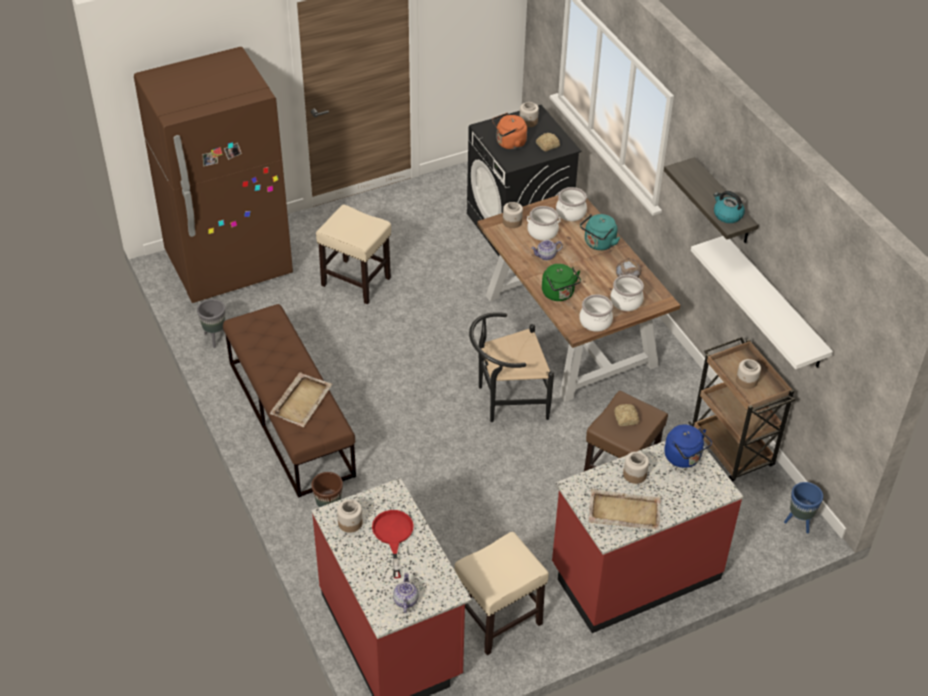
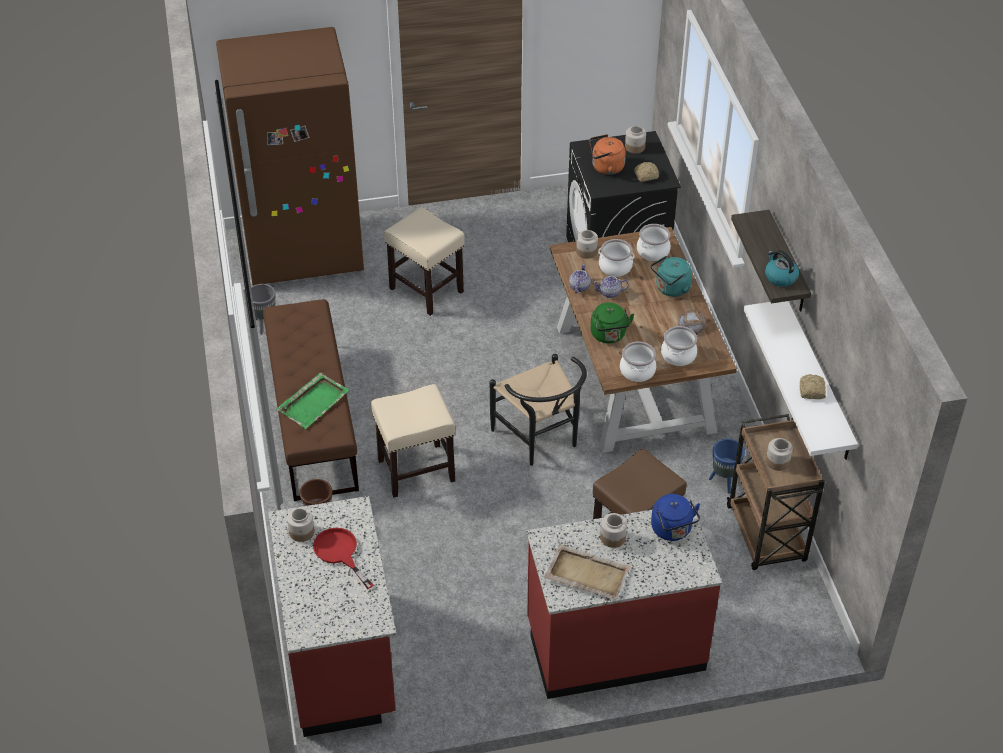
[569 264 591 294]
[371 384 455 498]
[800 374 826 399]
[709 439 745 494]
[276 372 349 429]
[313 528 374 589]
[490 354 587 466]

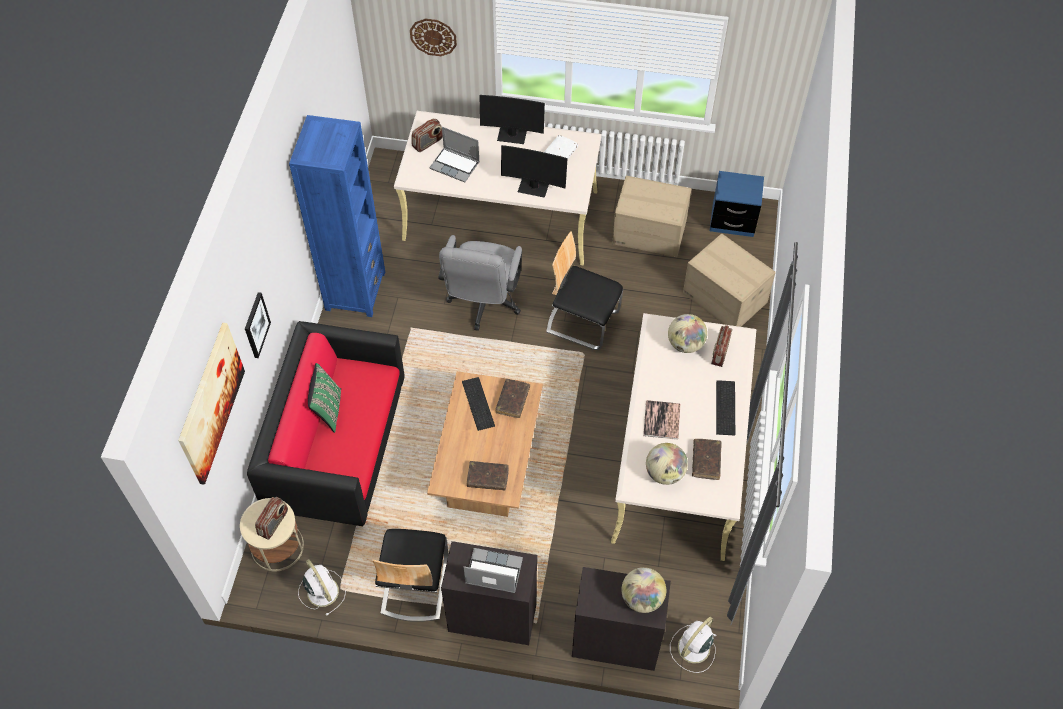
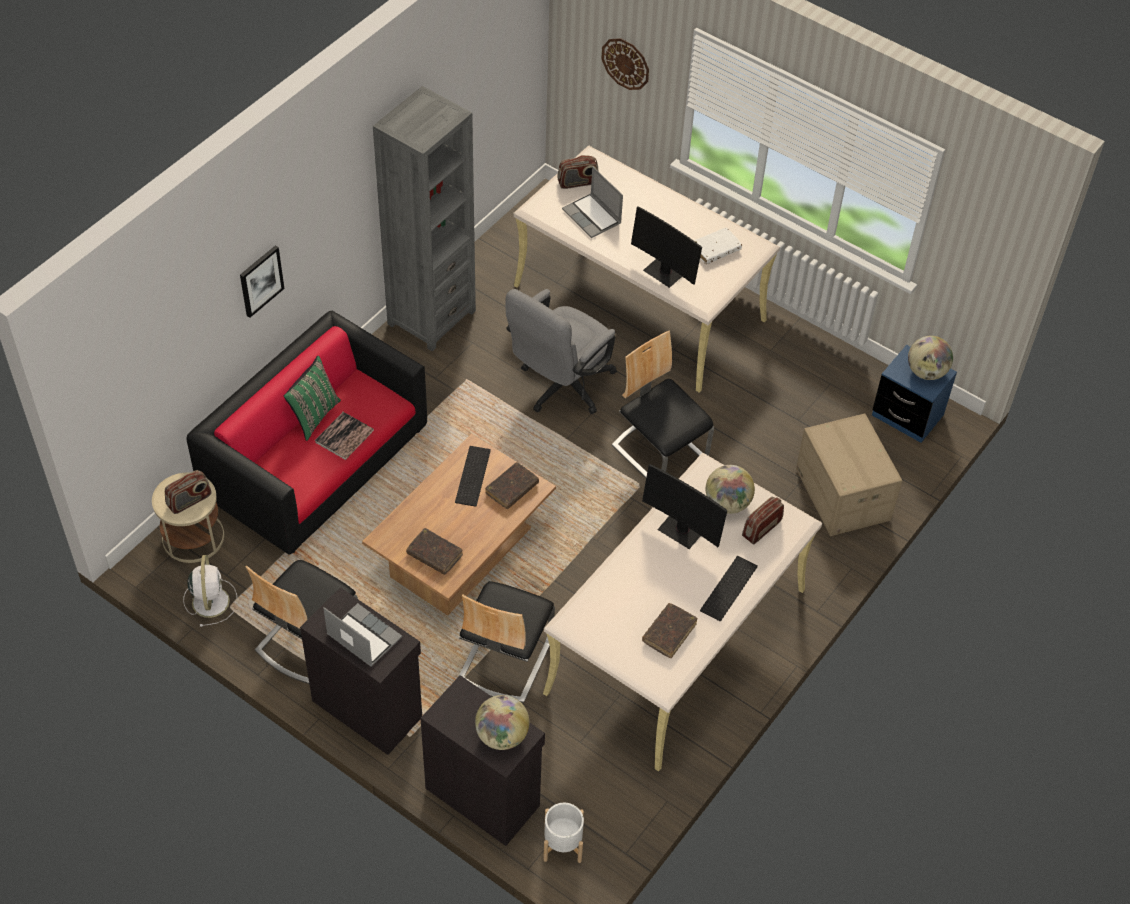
[178 323 245 485] (first image)
[612 176 691 257] (first image)
[458 581 555 703]
[642 464 727 549]
[315 412 374 460]
[908 336 953 380]
[543 803 584 863]
[373 86 476 351]

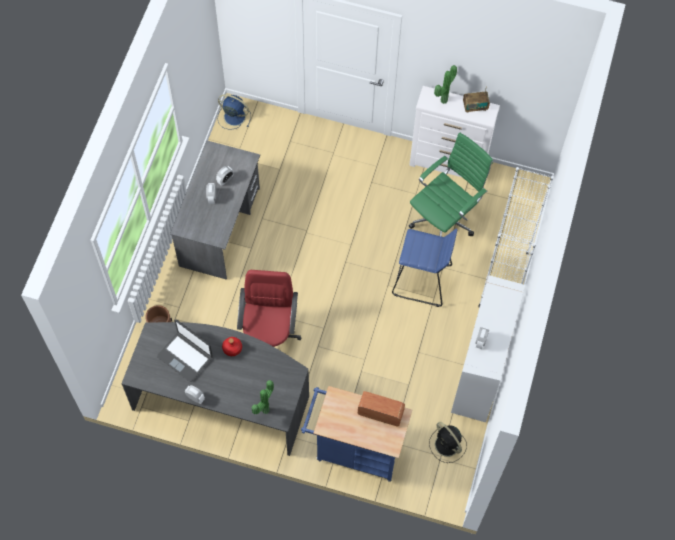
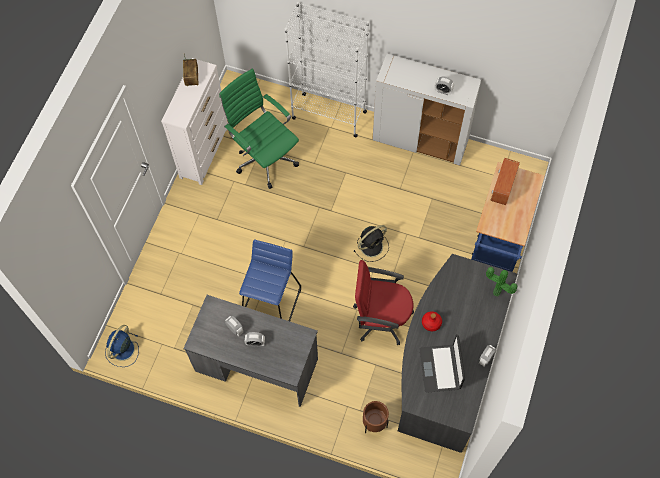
[434 65 457 104] (first image)
[239 239 301 321]
[353 225 389 262]
[420 334 465 393]

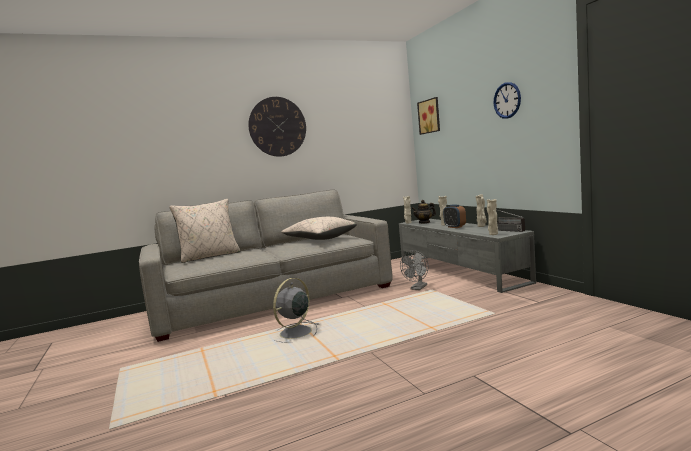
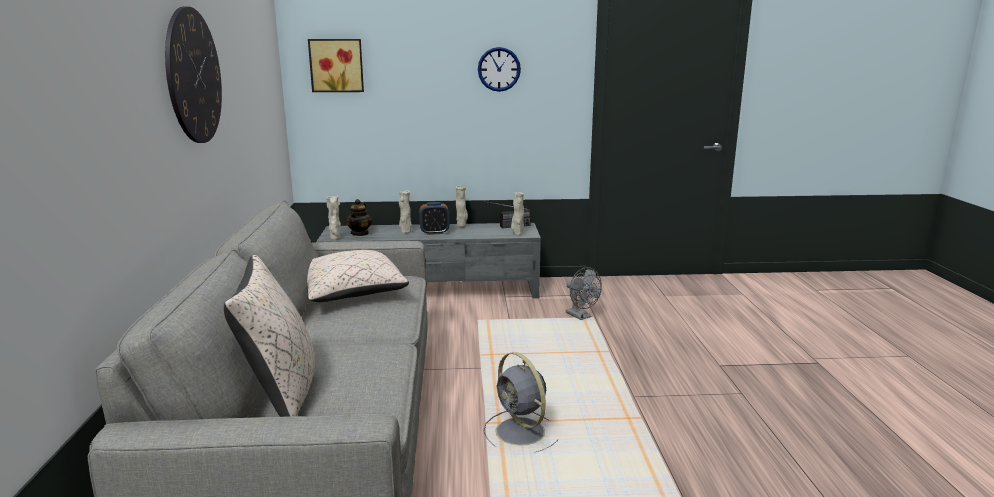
[566 267 602 320]

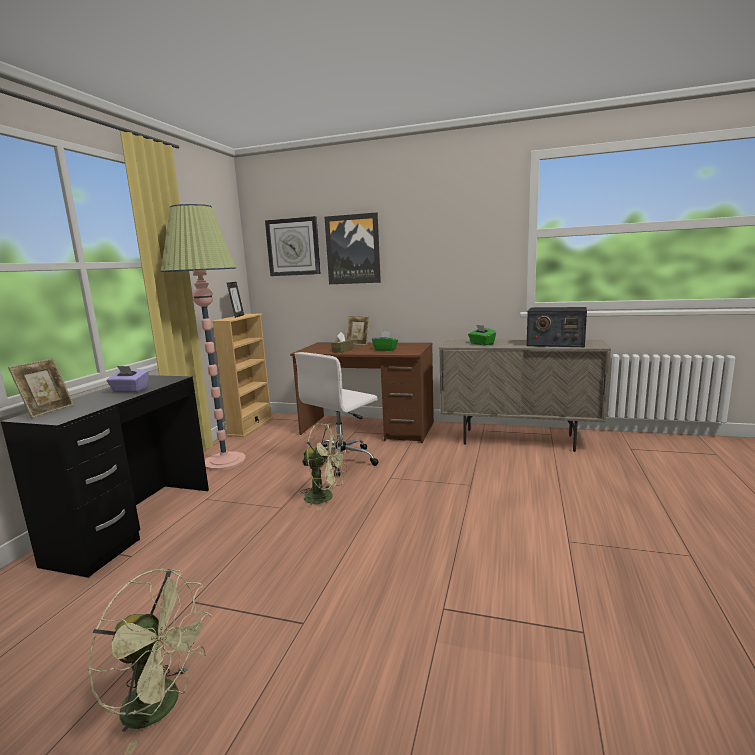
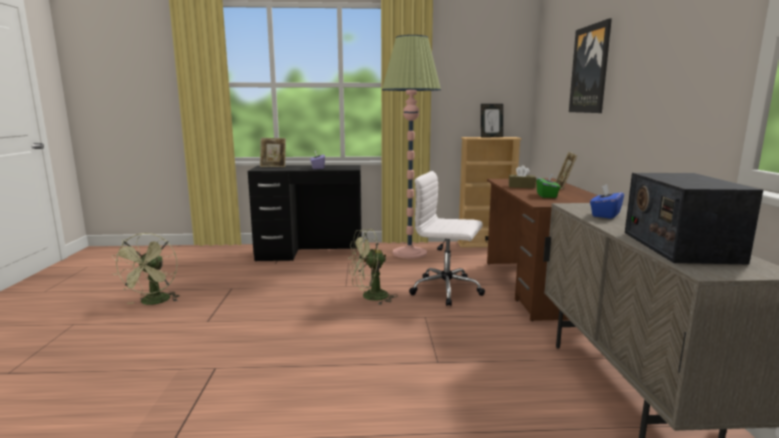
[265 216 321 276] (first image)
[590 184 624 219]
[348 229 398 305]

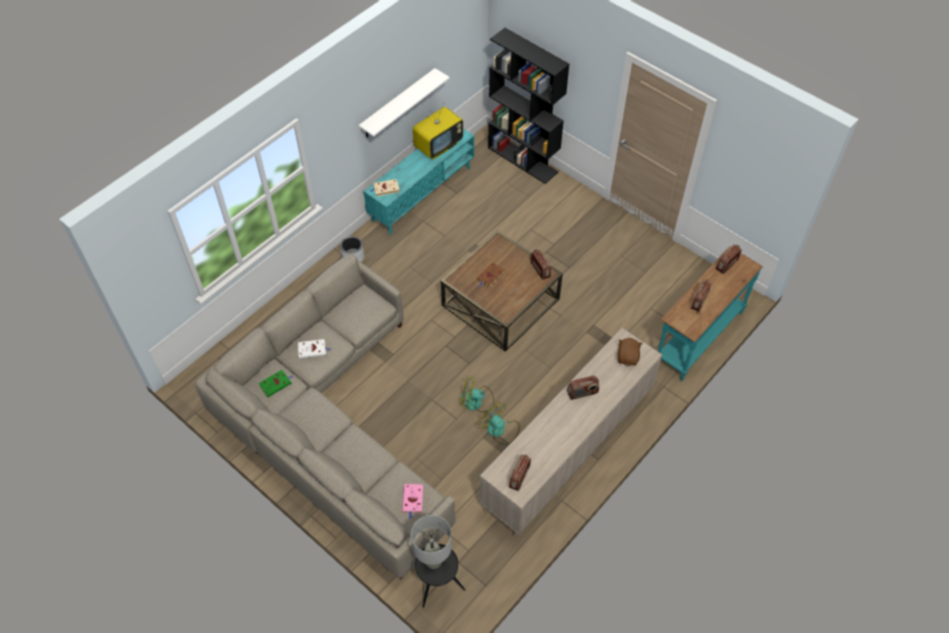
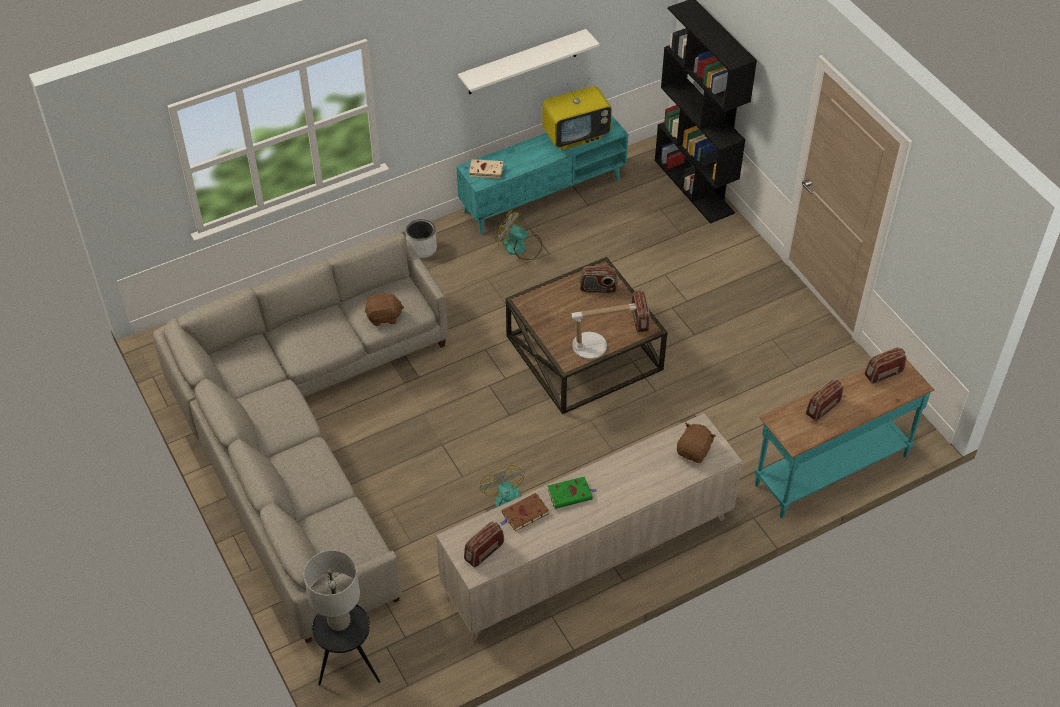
[298 339 331 359] (first image)
[402 484 423 519] (first image)
[365 290 404 326]
[571 303 636 359]
[548 476 597 509]
[496 209 542 260]
[500 493 549 531]
[579 266 618 293]

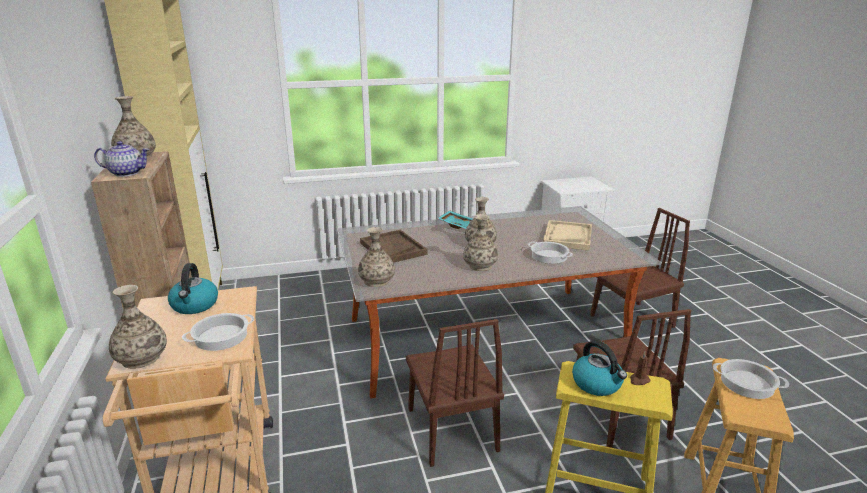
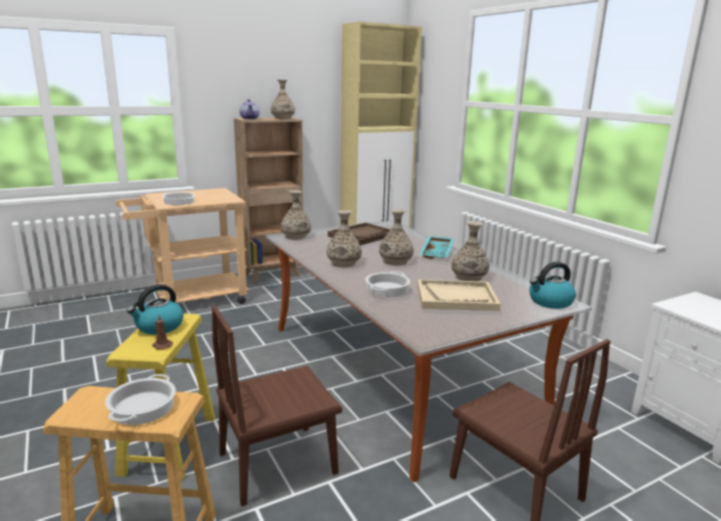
[406 319 504 467] (first image)
[451 221 489 281]
[529 262 576 309]

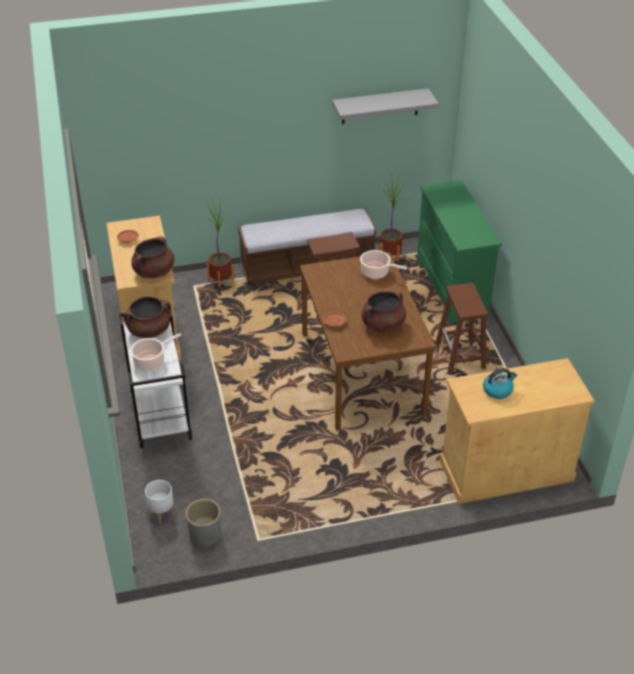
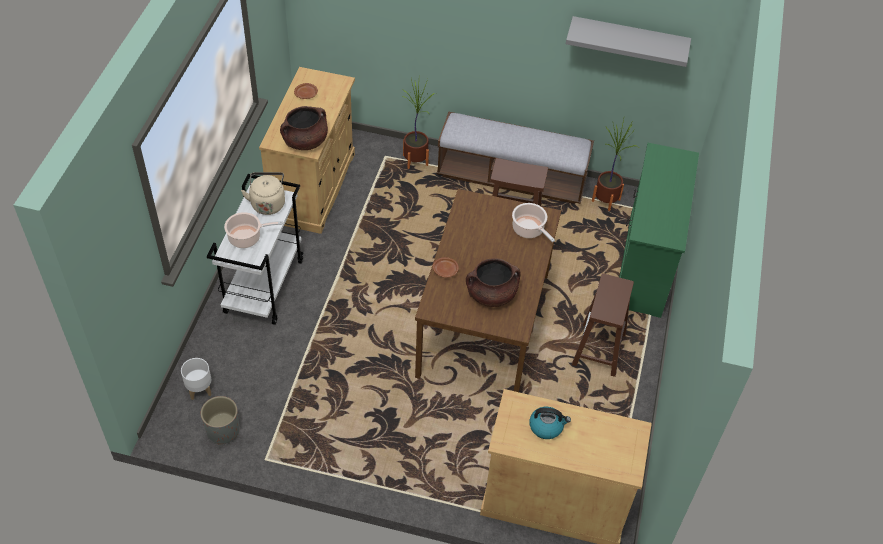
[241 172 285 215]

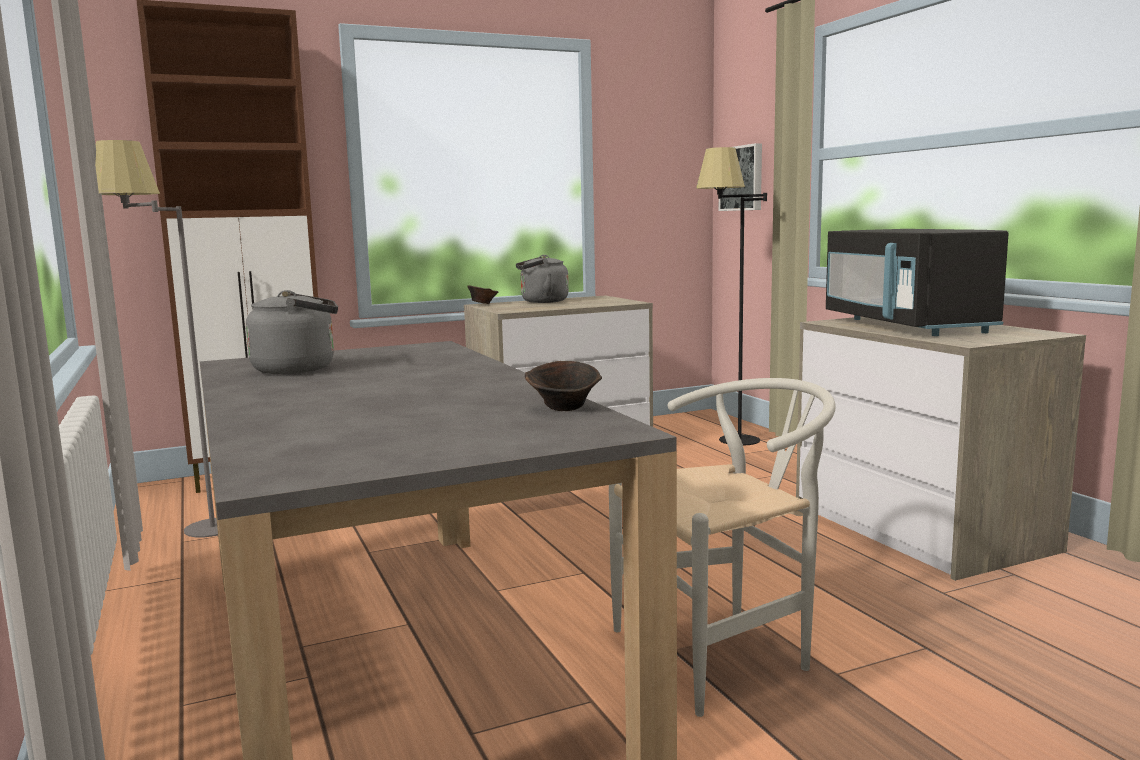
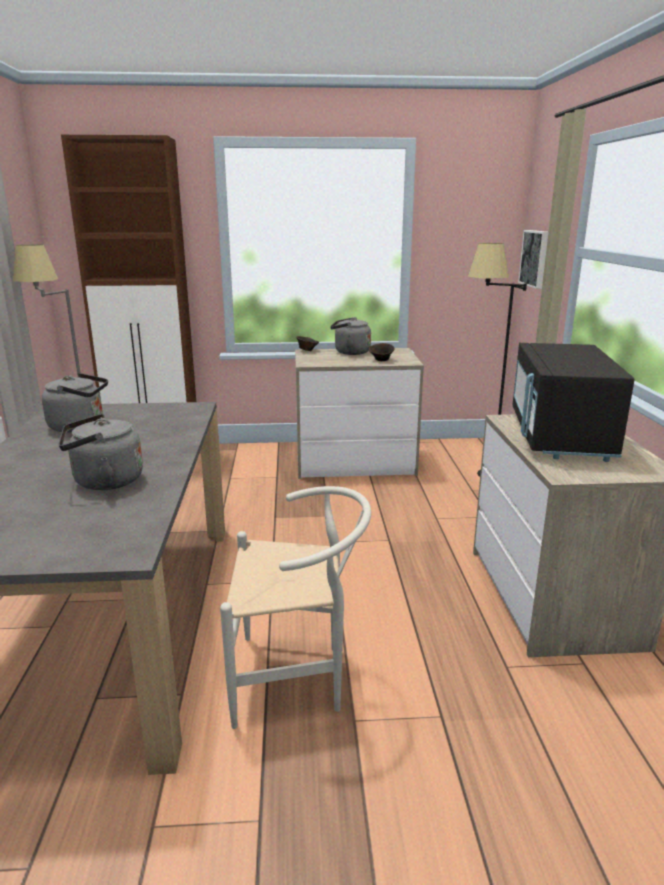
[59 414 143 490]
[369 343 394 361]

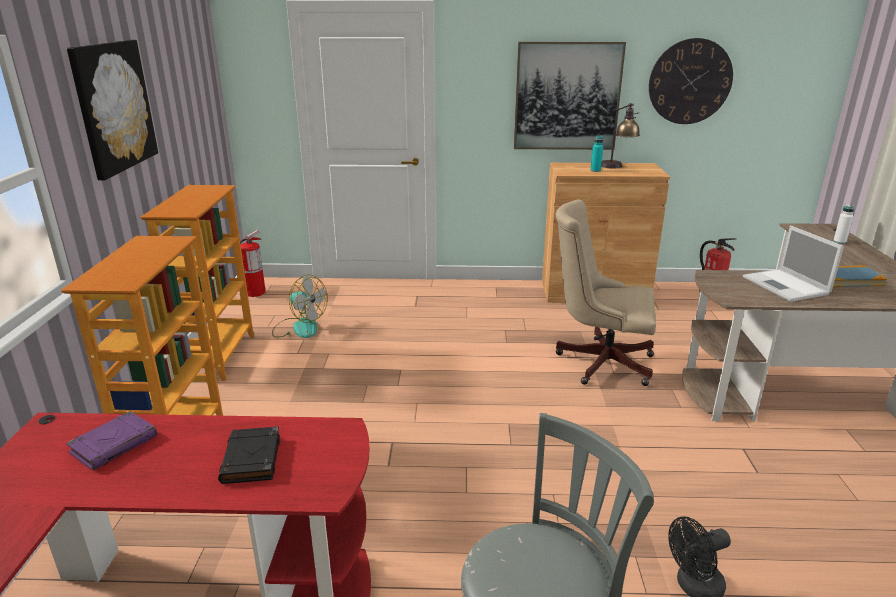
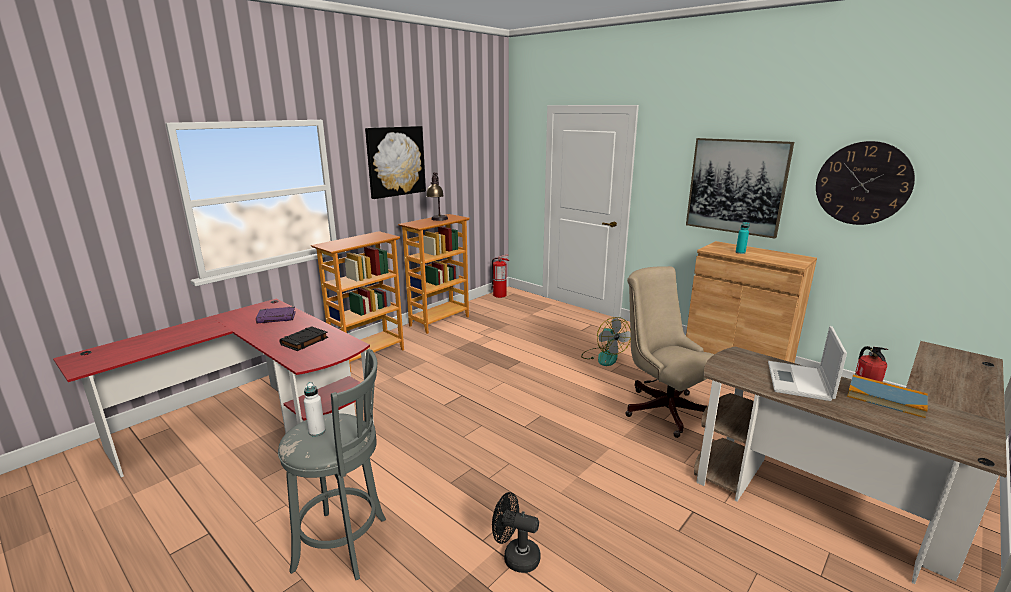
[581 317 631 366]
[426 172 448 221]
[304 382 325 436]

